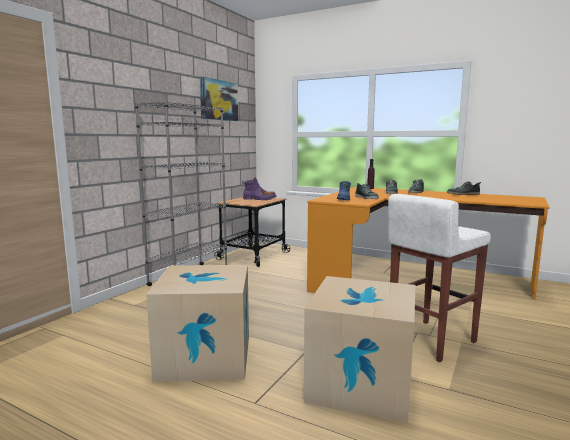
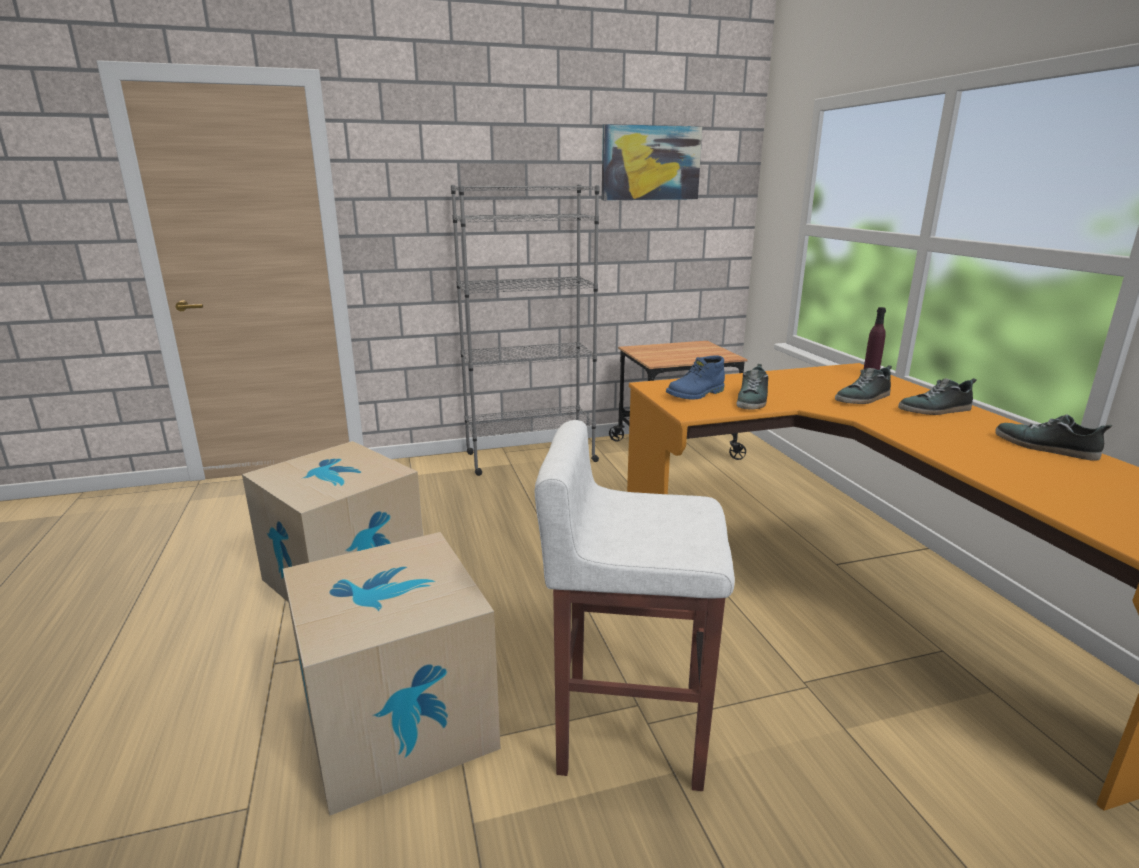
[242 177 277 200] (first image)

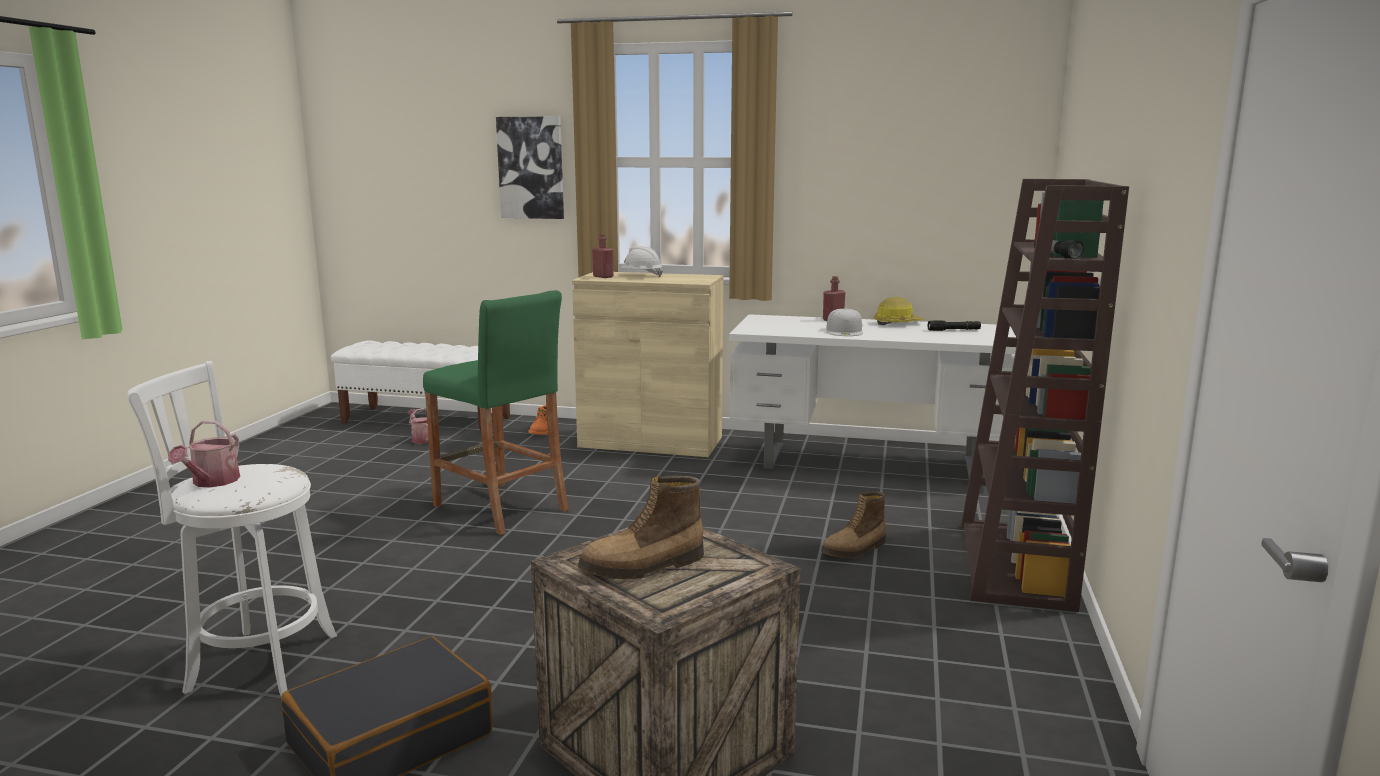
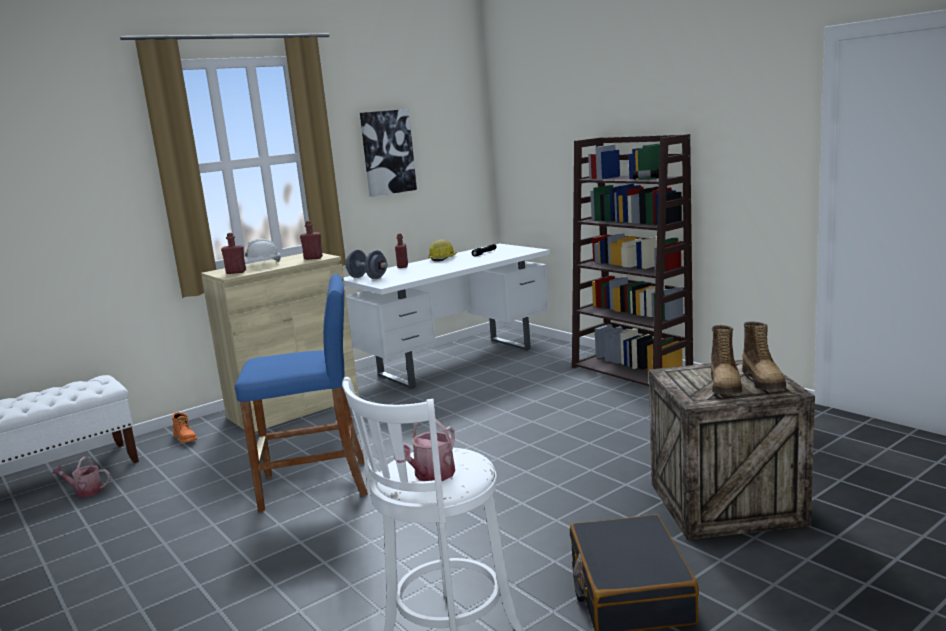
[826 308 863 336] (first image)
[300 221 323 260]
[345 250 388 279]
[360 109 417 197]
[742 321 786 390]
[235 274 368 512]
[396 419 455 481]

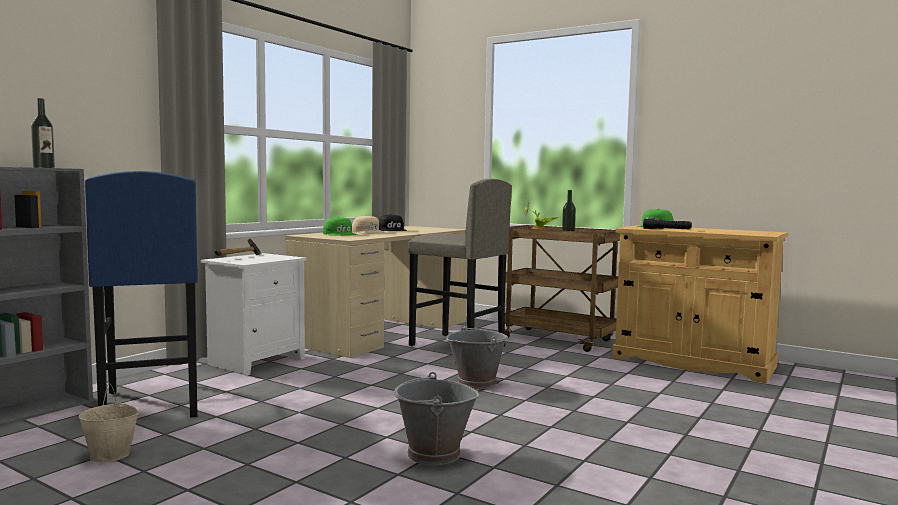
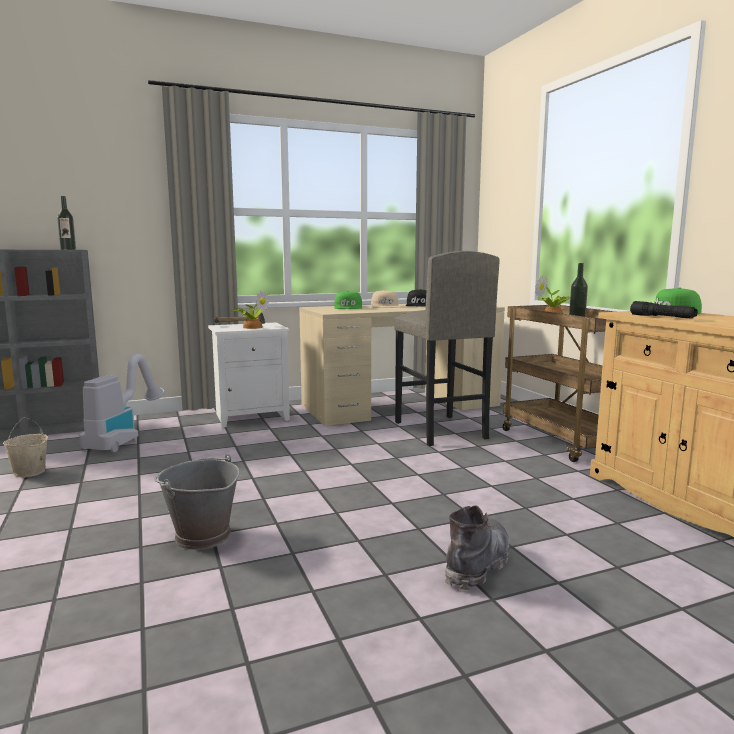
[447 325 508 389] (first image)
[231 291 269 329]
[445 505 510 590]
[79 354 165 452]

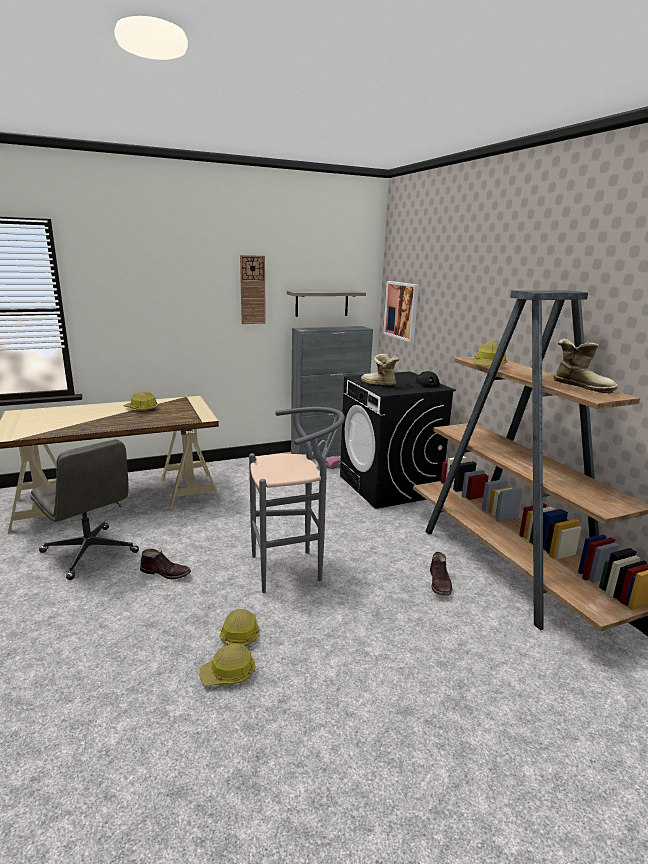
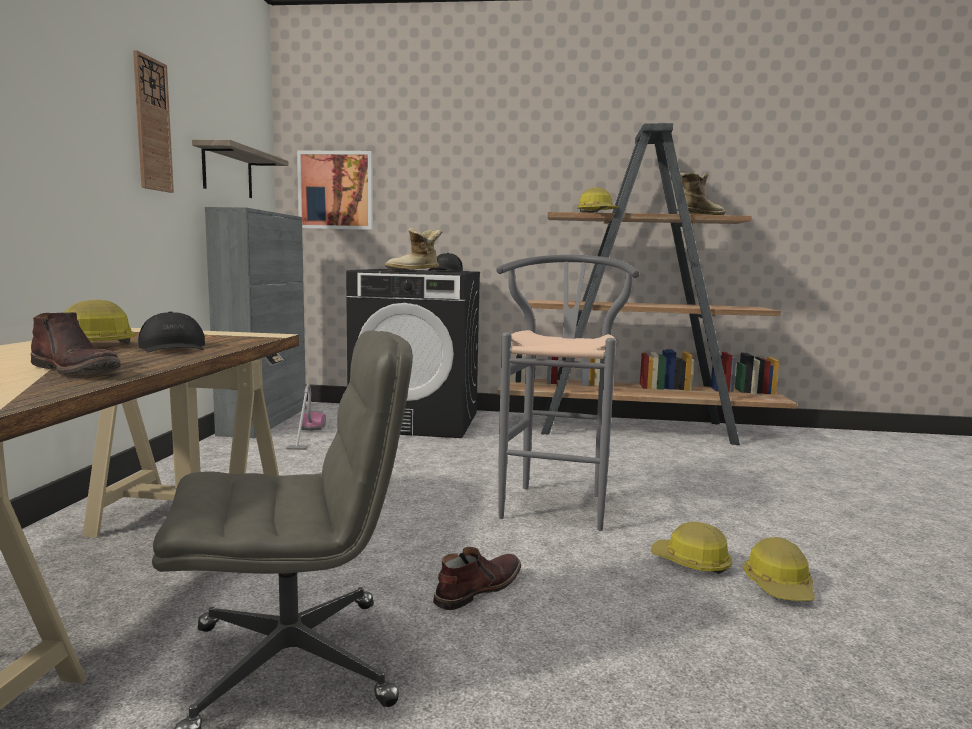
[138 312 205 353]
[30 312 121 375]

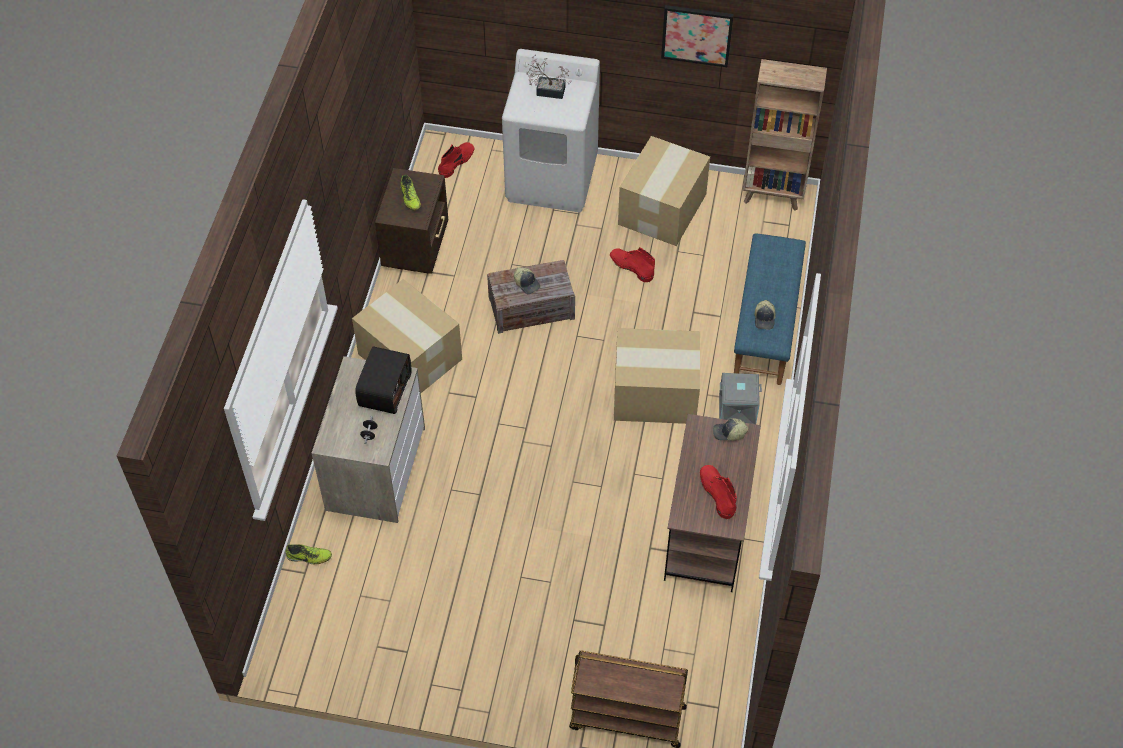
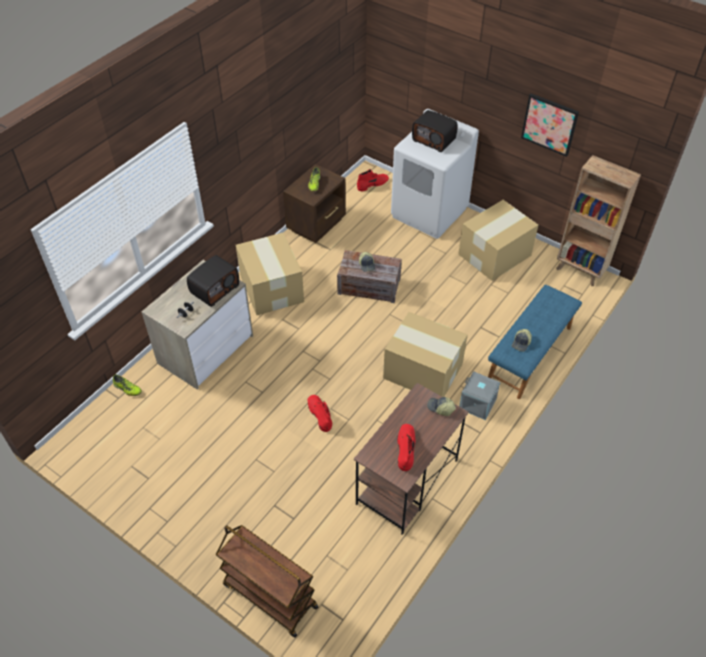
[308 395 332 432]
[412 110 458 152]

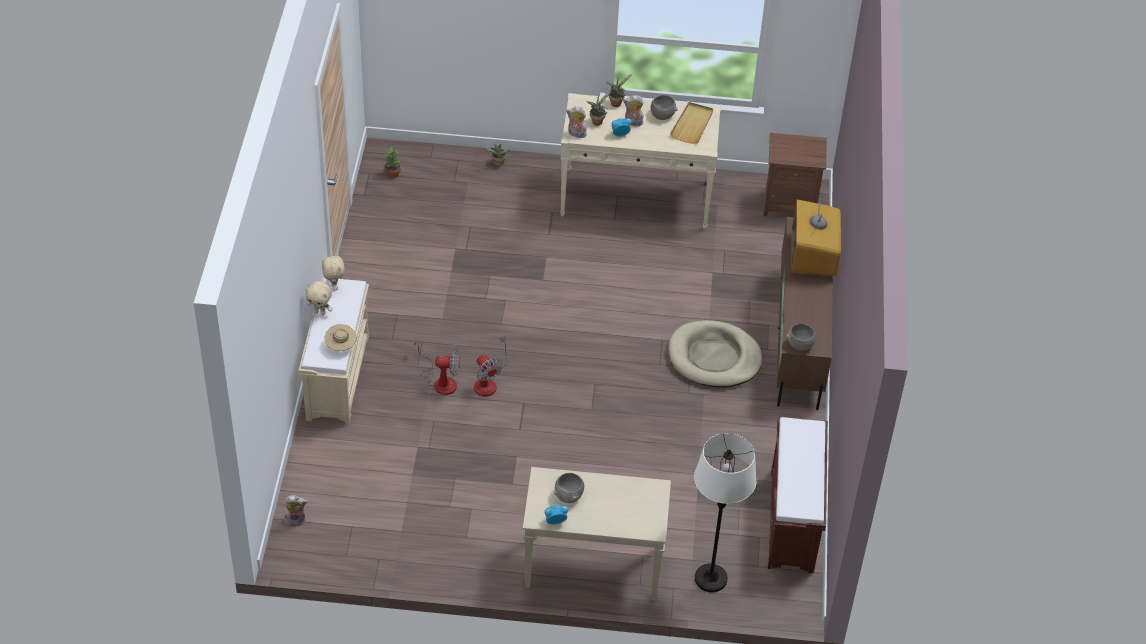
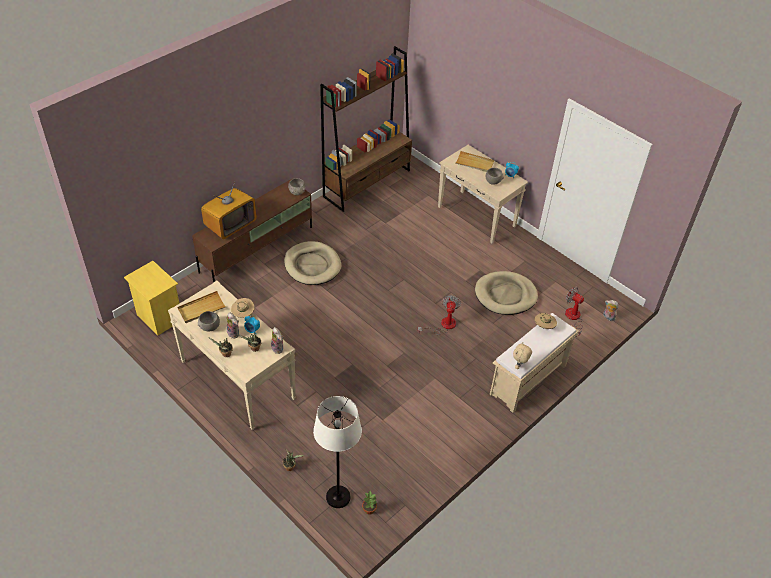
[305 281 333 315] (first image)
[231 298 254 318]
[456 151 494 172]
[475 271 538 315]
[565 287 584 338]
[313 396 362 508]
[320 46 412 212]
[124 261 180 335]

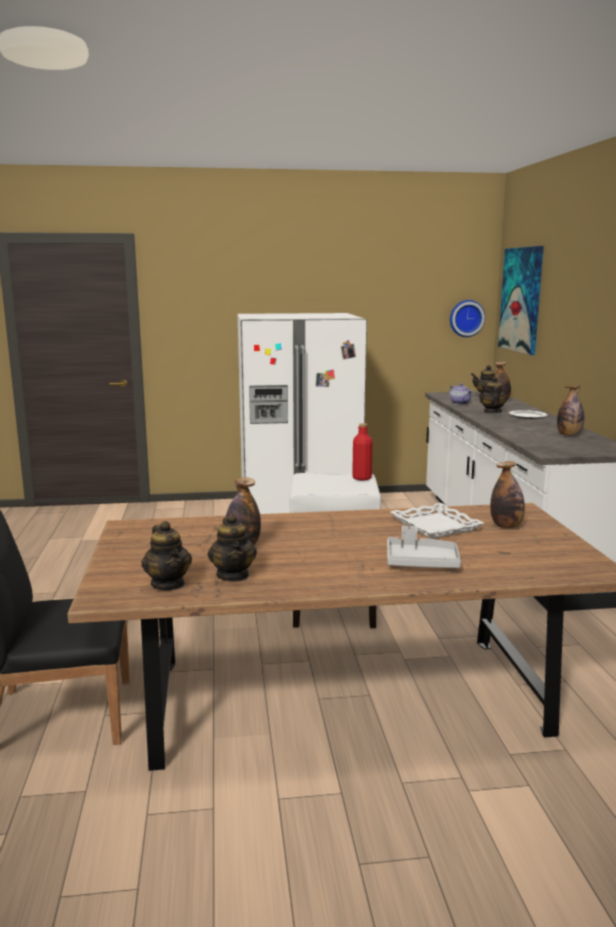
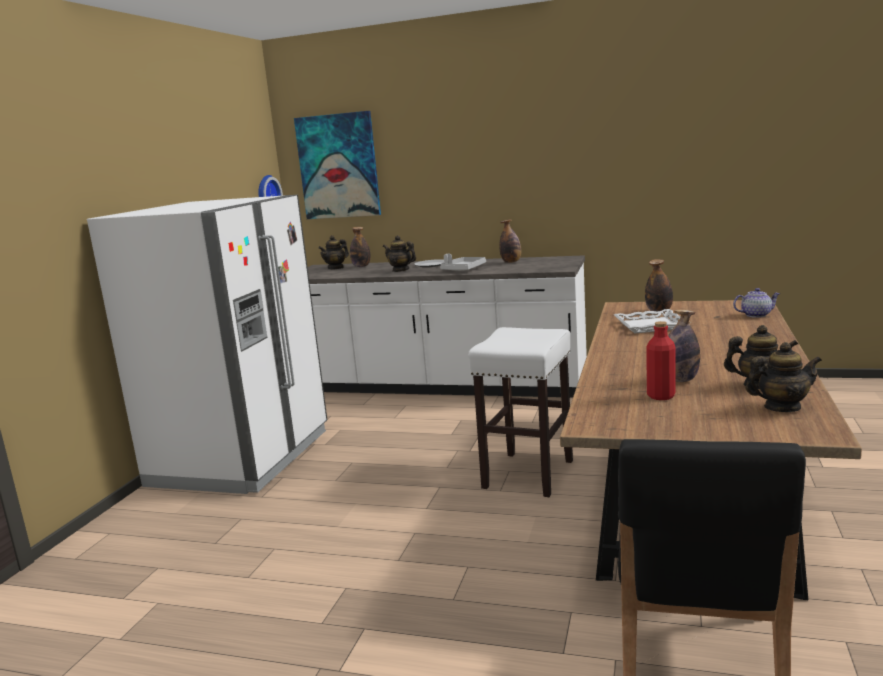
[646 321 676 400]
[440 253 486 271]
[733 288 780 318]

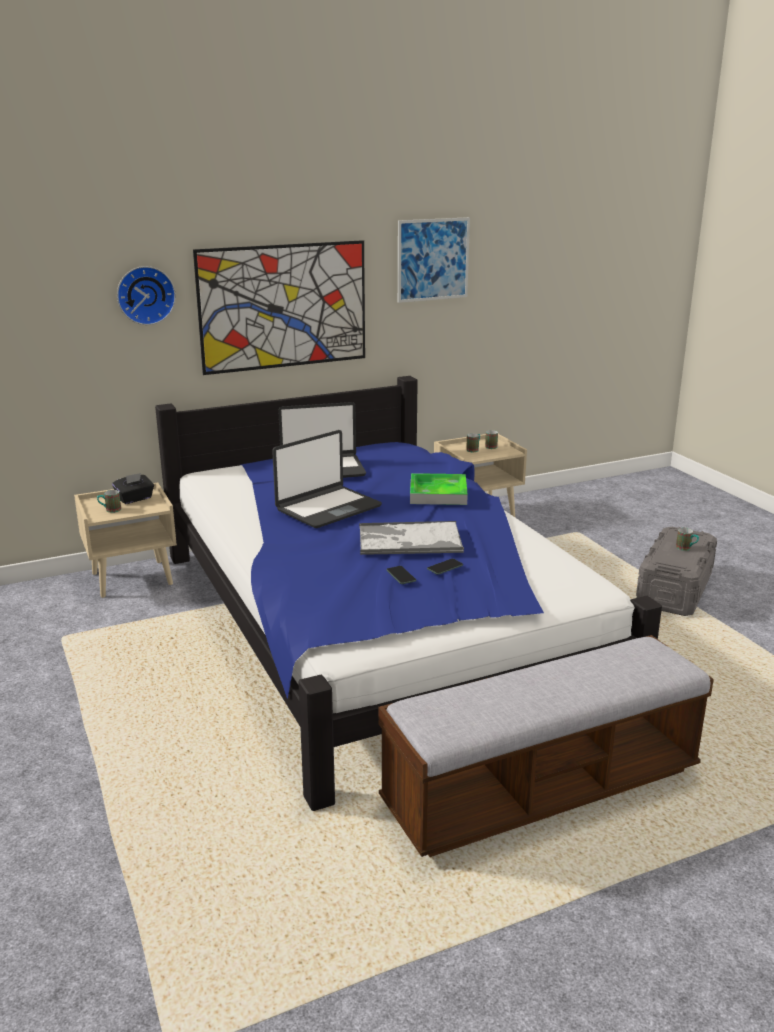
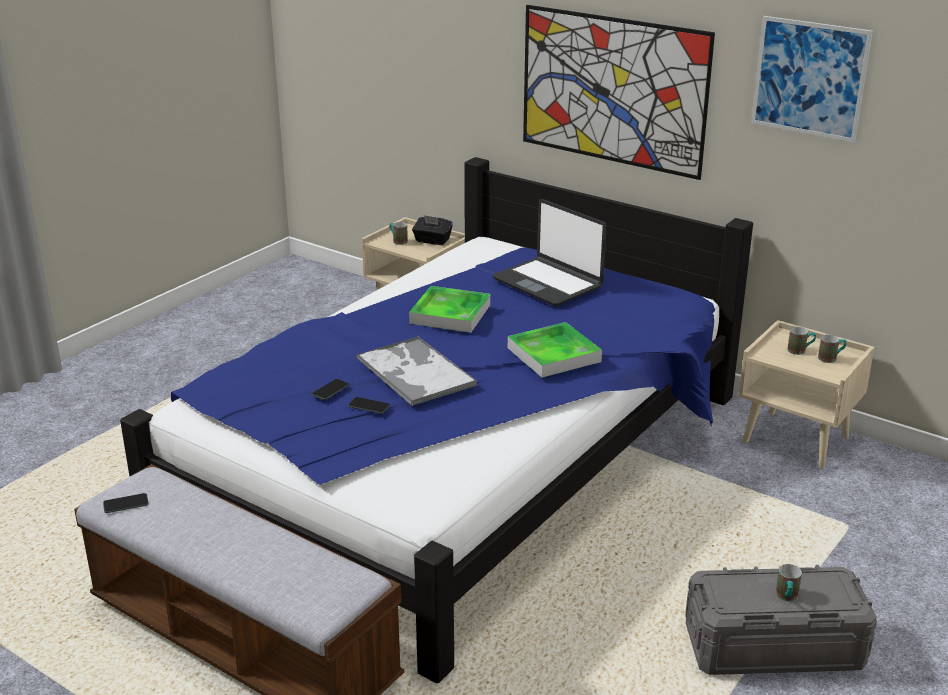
[117 266 176 325] (first image)
[103 493 149 513]
[409 286 490 333]

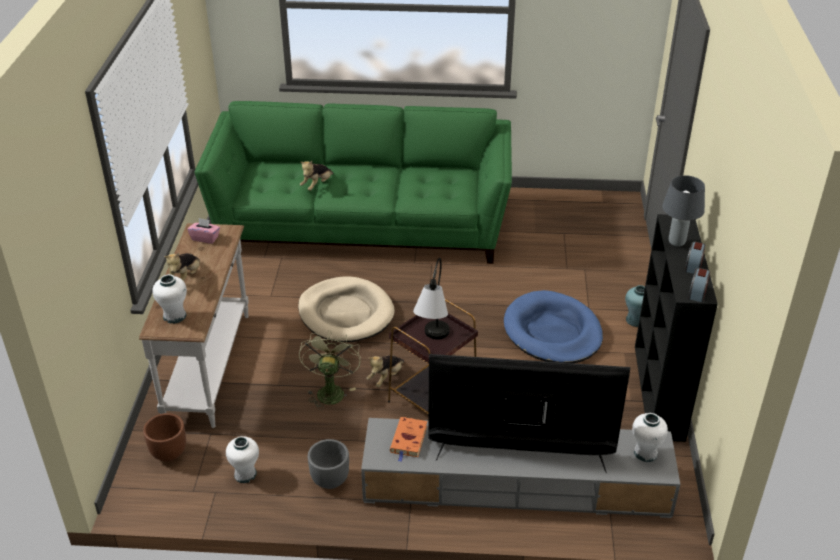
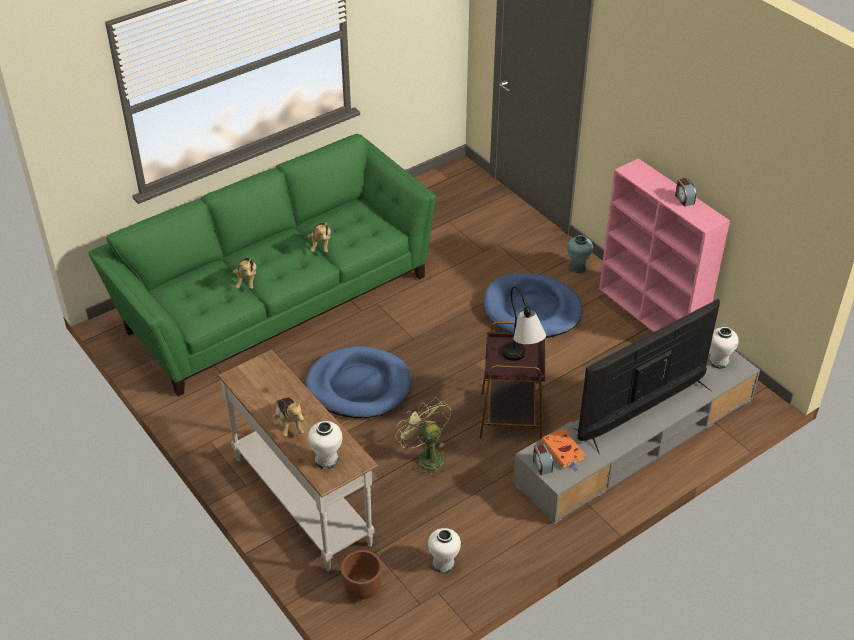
[187 218 220 244] (first image)
[308 439 349 489] (first image)
[662 175 705 247] (first image)
[308 223 331 253]
[533 443 553 475]
[306 346 411 418]
[599 158 730 332]

